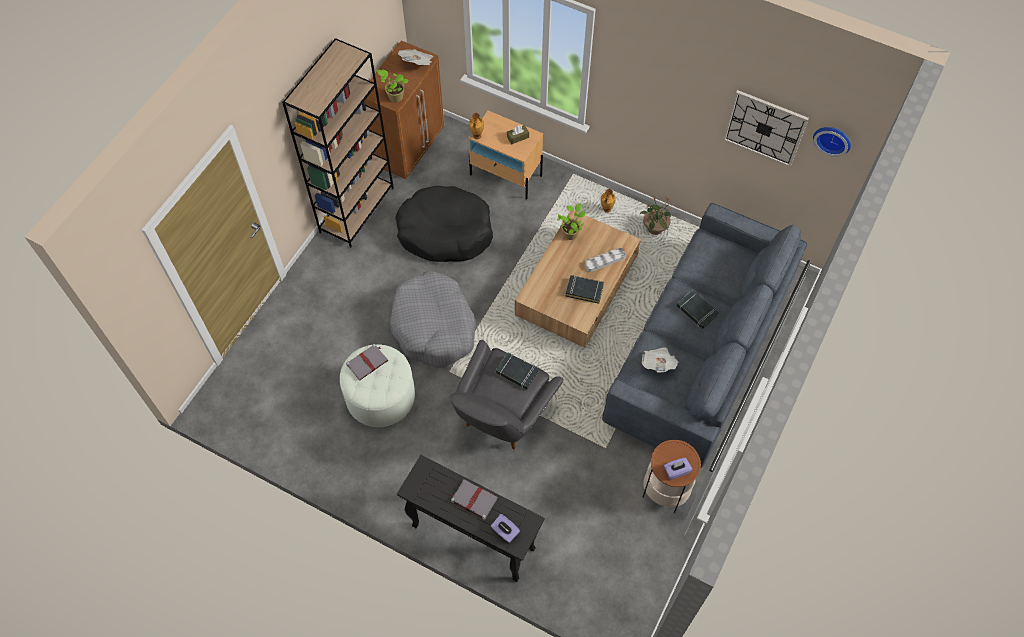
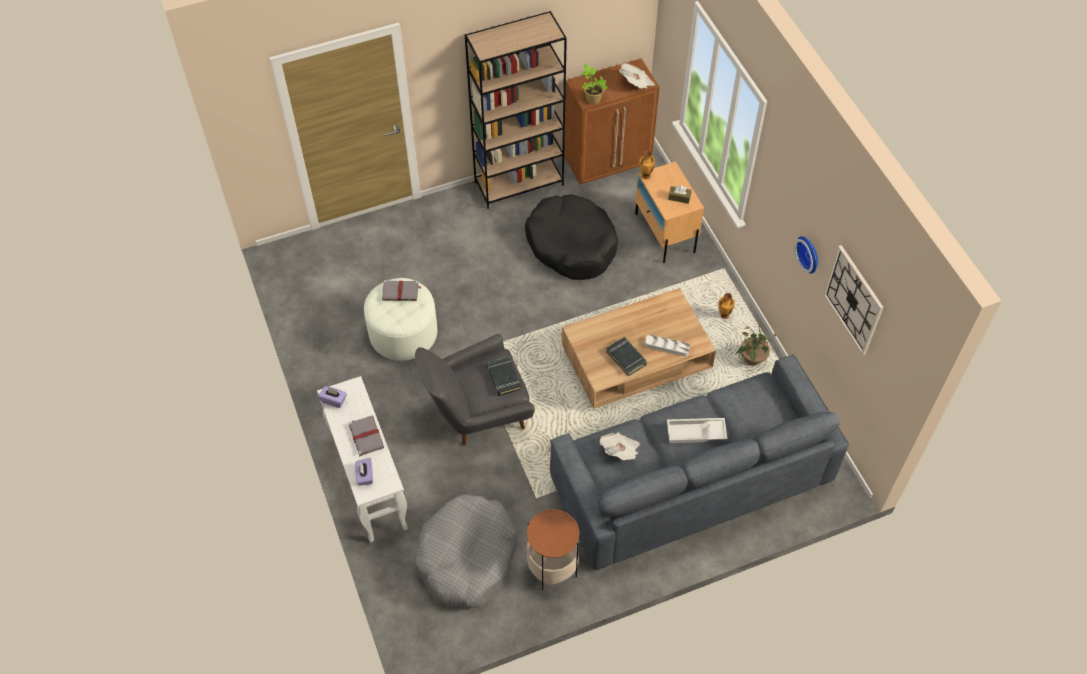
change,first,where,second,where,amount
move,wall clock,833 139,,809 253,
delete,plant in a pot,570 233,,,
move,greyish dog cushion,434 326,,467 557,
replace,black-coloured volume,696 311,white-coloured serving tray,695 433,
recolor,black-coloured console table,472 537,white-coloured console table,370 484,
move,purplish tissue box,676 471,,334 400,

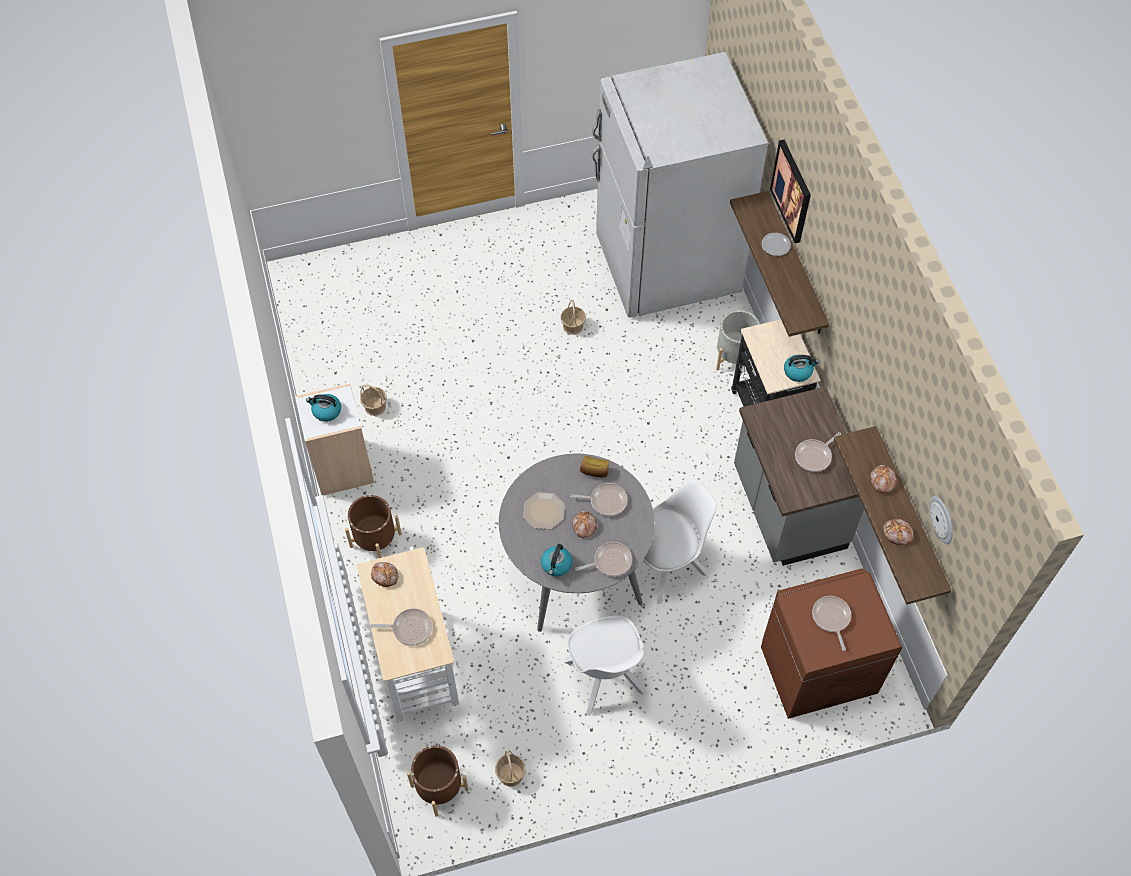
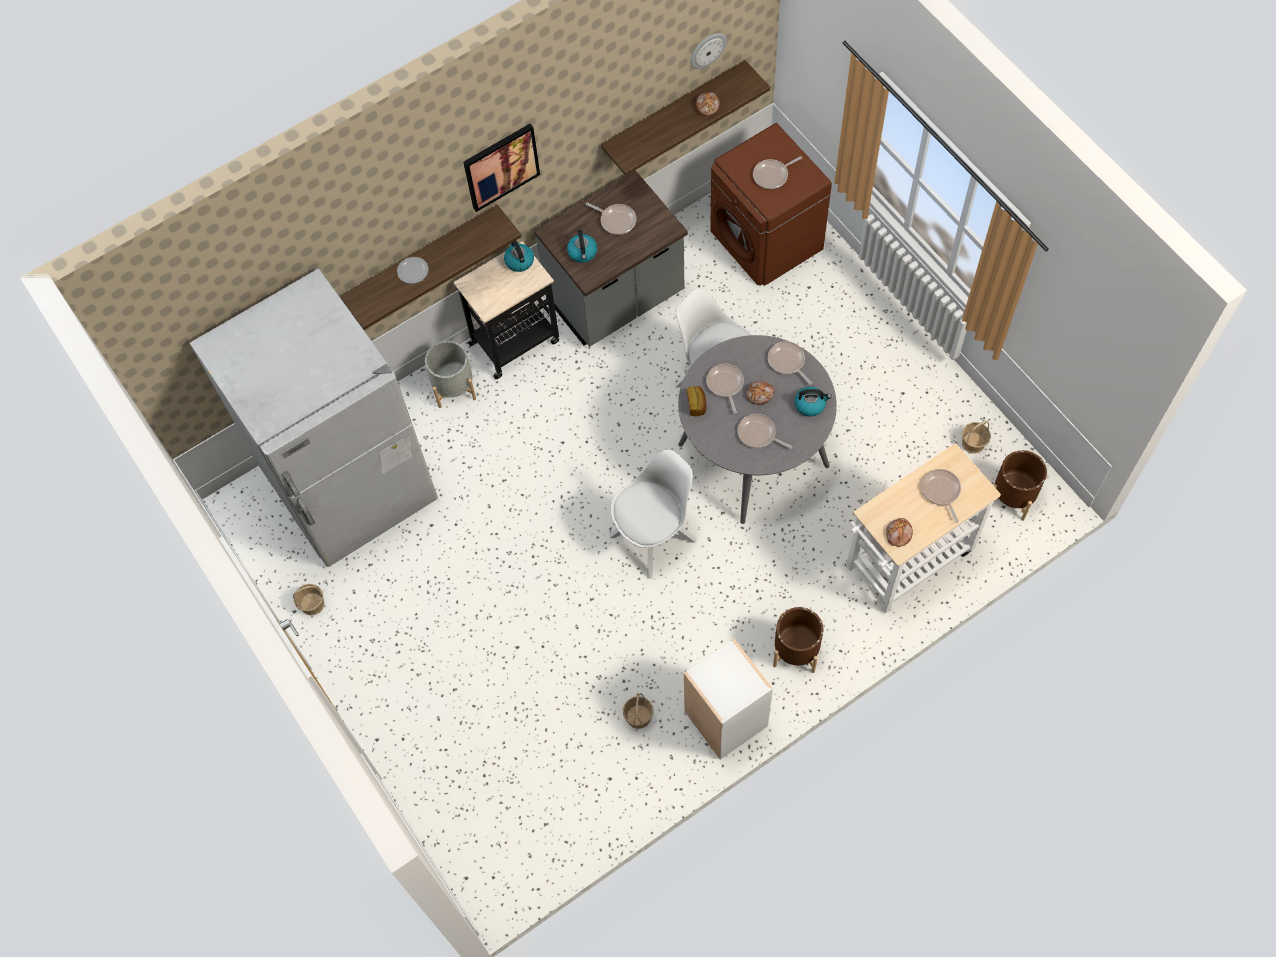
change,first,where,second,where,amount
move,wall picture,792 191,,501 166,
move,storage basket,573 326,,312 604,
move,tea kettle,326 411,,583 252,
delete,bread,881 481,,,
replace,plate,543 511,frying pan,758 434,
move,white-coloured chair,605 678,,654 537,

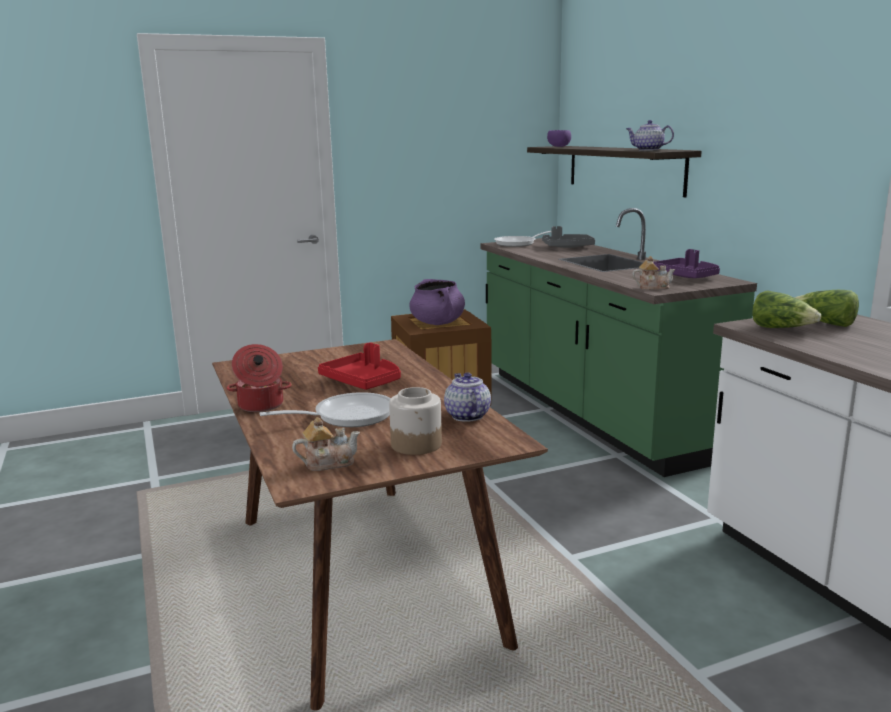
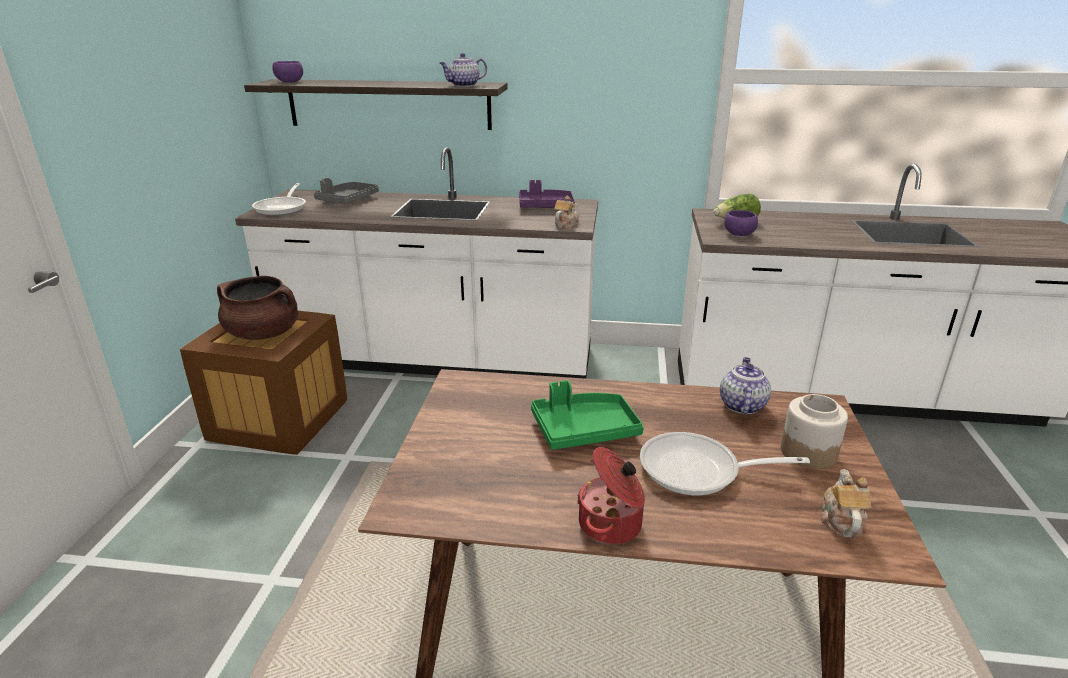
change,first,where,second,where,amount
recolor,green counter,590 412,white-coloured counter,436 360,
recolor,purplish cooking pot,437 323,brownish cooking pot,263 334,
replace,head of lettuce,781 328,purplish bowl,738 234,
recolor,reddish serving tray,363 381,green serving tray,584 430,
rotate,pot for tea,466 415,,741 405,90 degrees clockwise
rotate,frying pan,347 416,,698 471,90 degrees counterclockwise

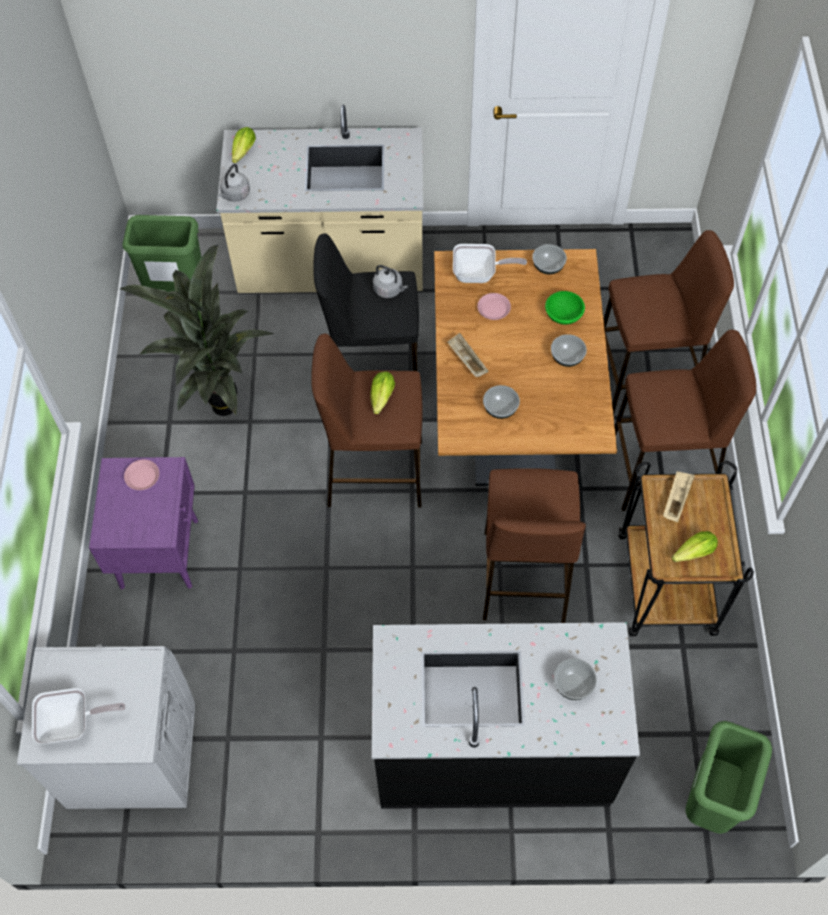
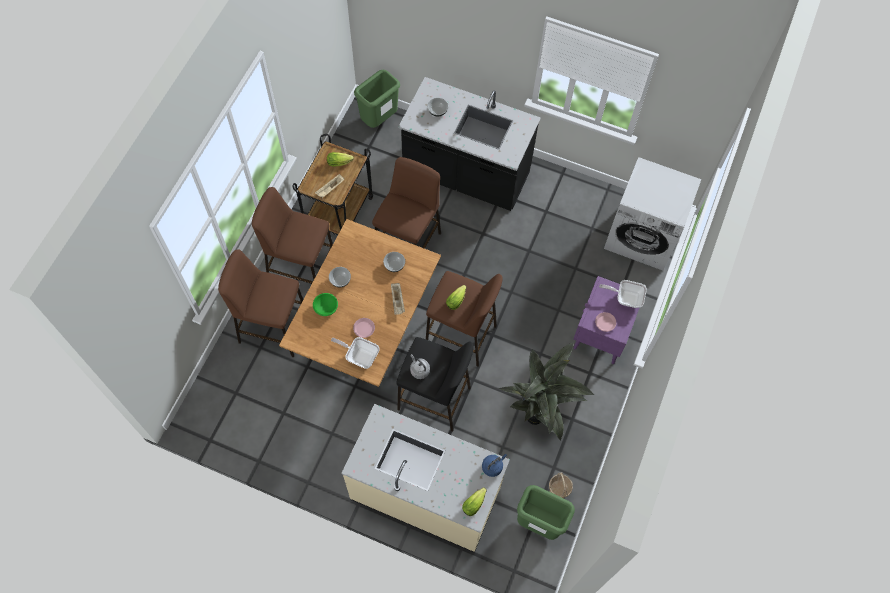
change,first,where,second,where,amount
recolor,greyish tea kettle,235 195,blue tea kettle,493 466,
delete,bowl,547 266,,,
move,frying pan,73 723,,625 298,
insert,,,storage basket,559 489,

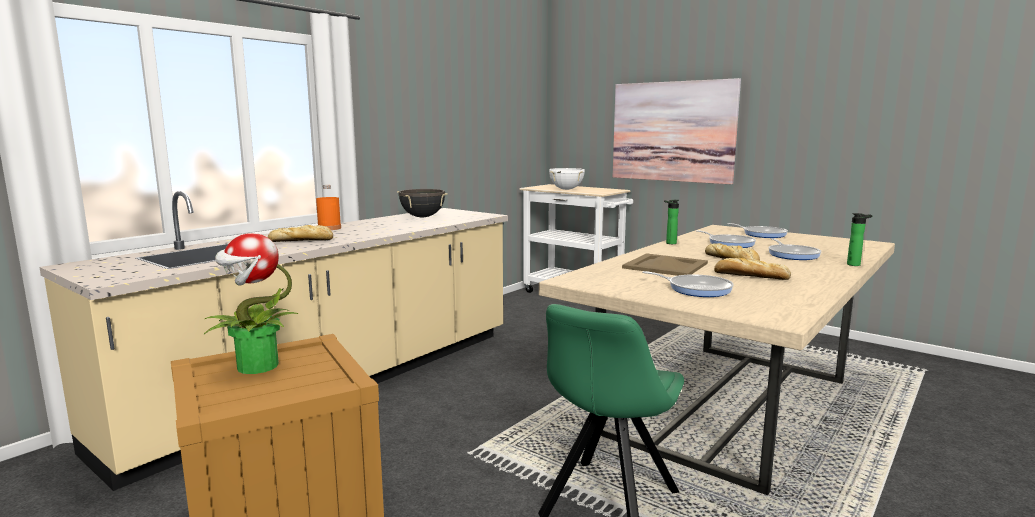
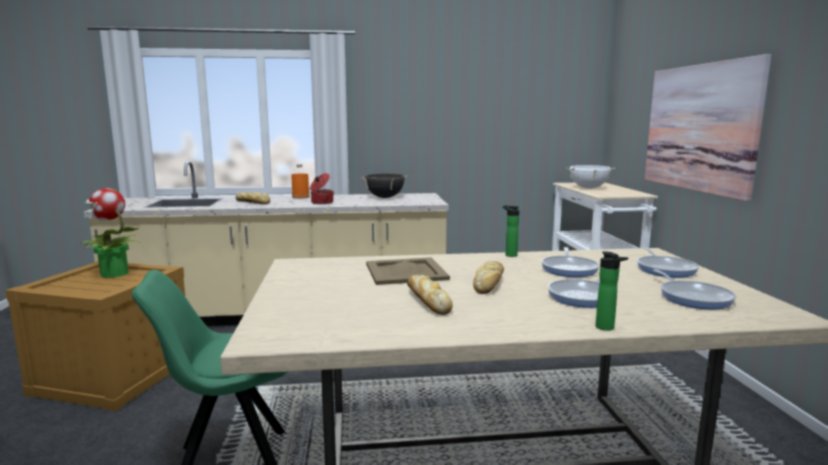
change,first,where,second,where,amount
move,frying pan,696 289,,693 297,
insert,,,cooking pot,321 202,

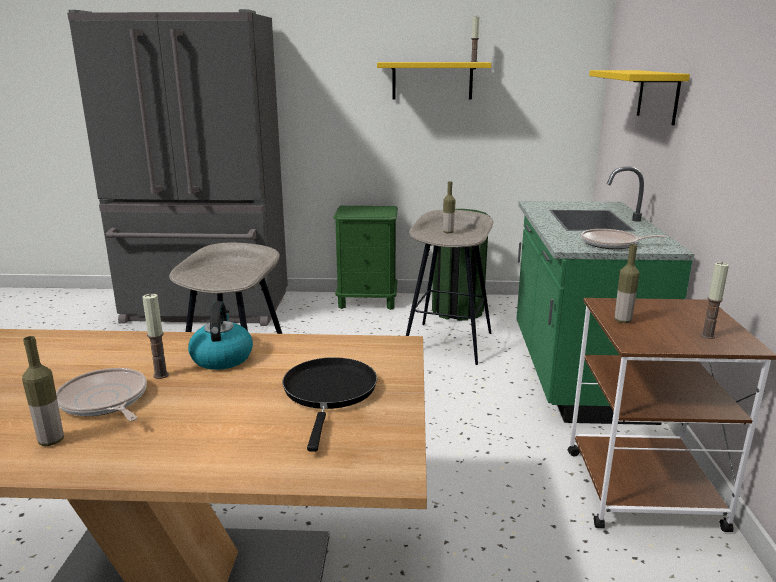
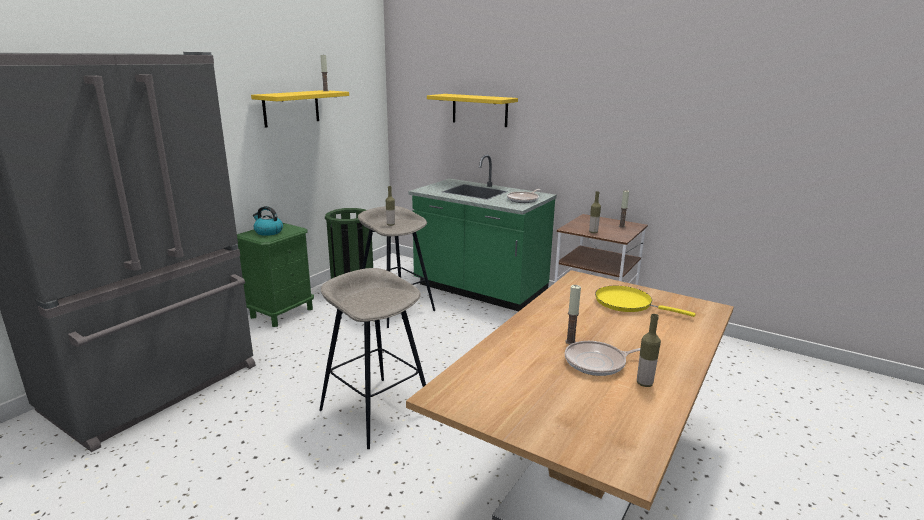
change,first,where,second,where,amount
move,tea kettle,222 358,,268 232,
recolor,black-coloured frying pan,329 393,yellow-coloured frying pan,627 303,

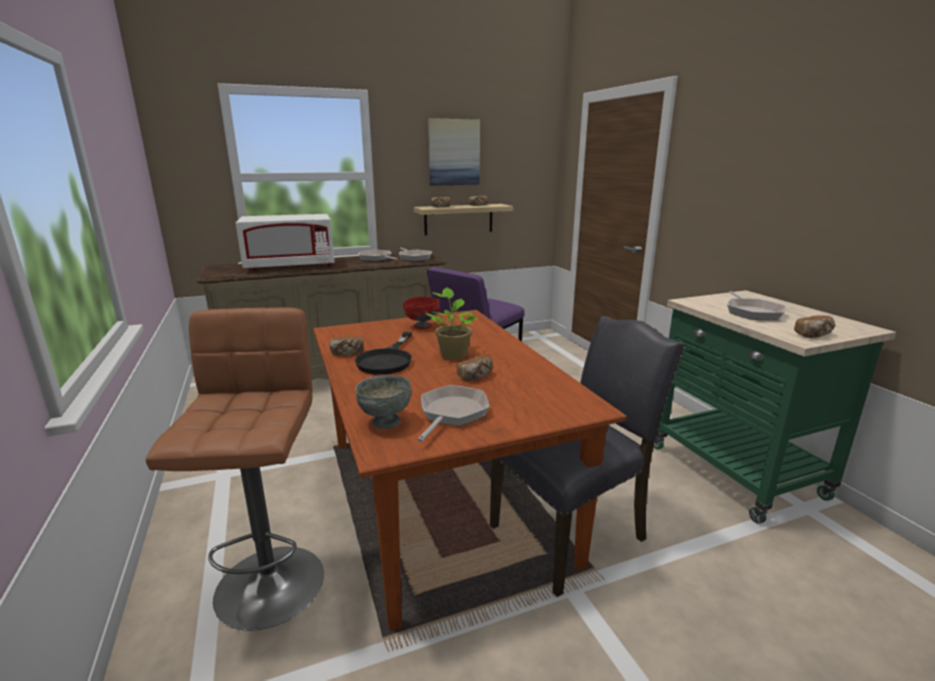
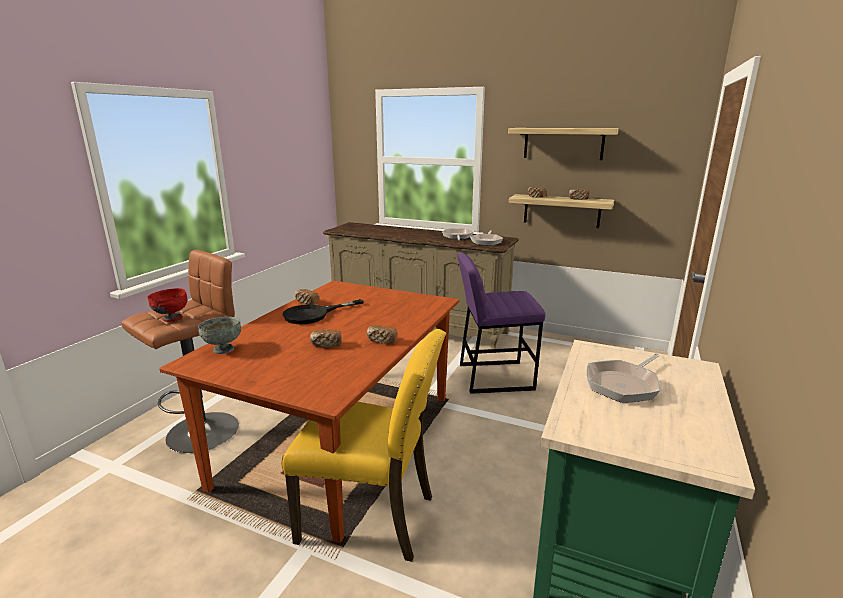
change,first,where,second,where,amount
replace,wall picture,454 152,bracket shelf,563 143,
delete,white-coloured kitchen microwave,291 266,,,
delete,plant in a pot,453 354,,,
move,reddish bowl,422 326,,171 318,
move,bread,813 335,,382 341,
recolor,greyish chair,572 533,yellow-coloured chair,371 517,
delete,frying pan,451 413,,,

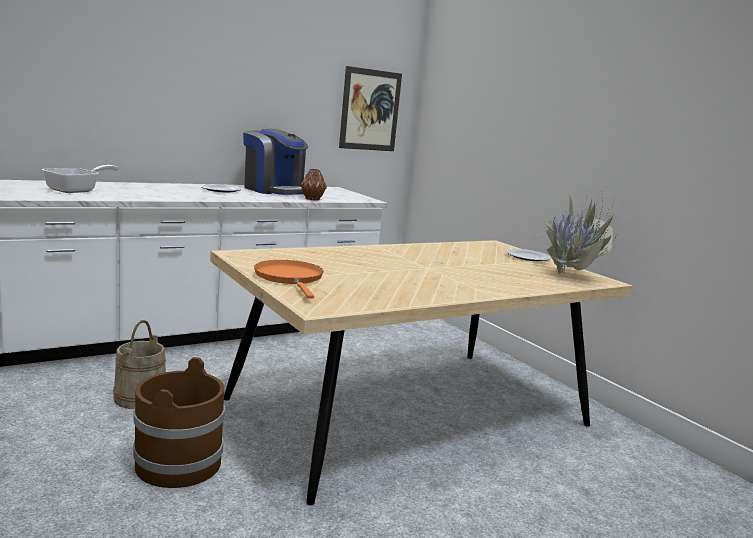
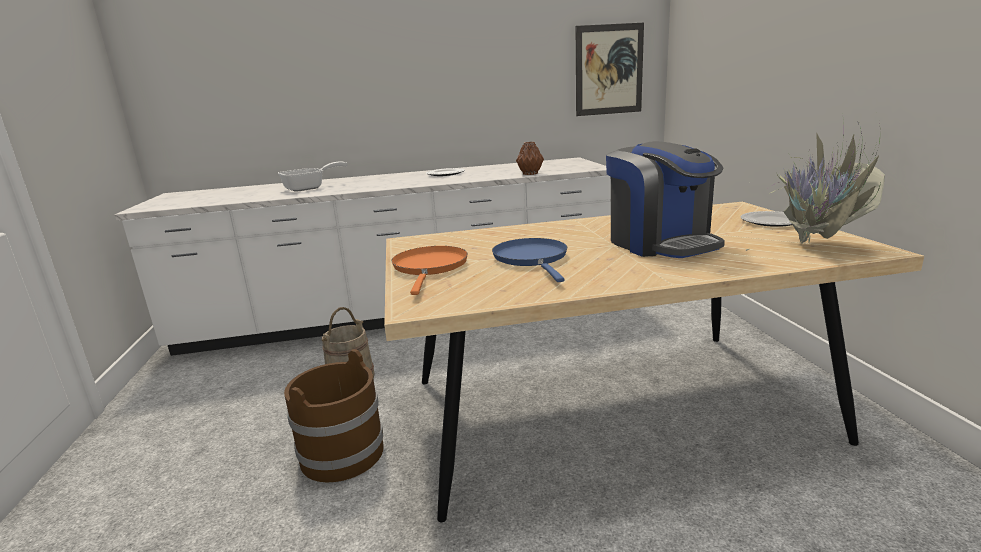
change,first,where,second,where,amount
move,coffee machine,274 190,,660 243,
insert,,,blue frying pan,532 258,

